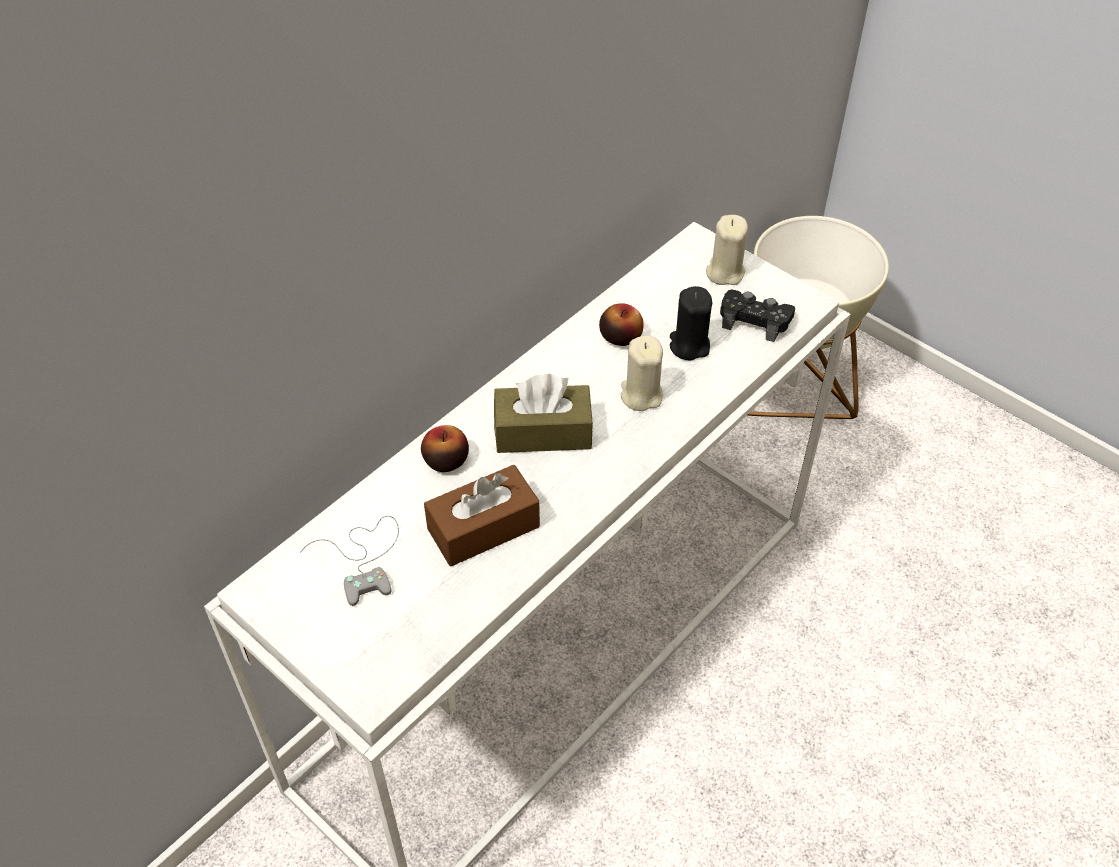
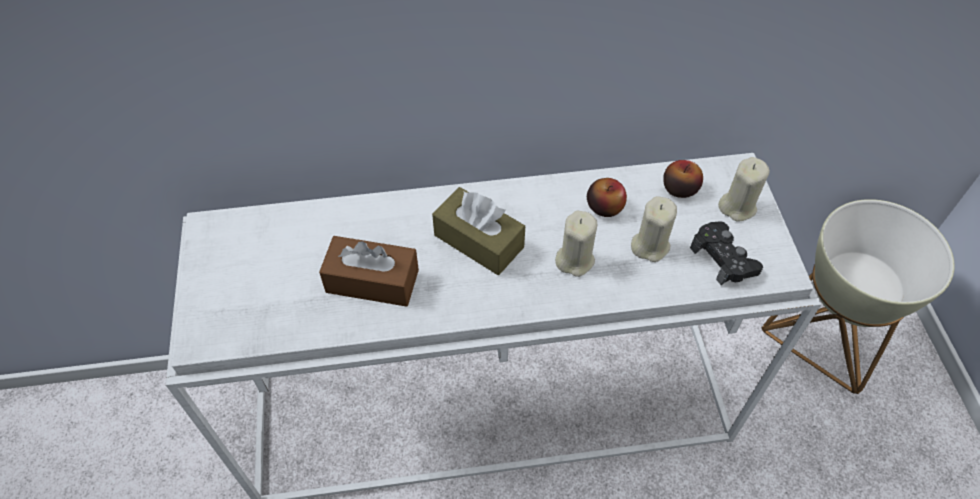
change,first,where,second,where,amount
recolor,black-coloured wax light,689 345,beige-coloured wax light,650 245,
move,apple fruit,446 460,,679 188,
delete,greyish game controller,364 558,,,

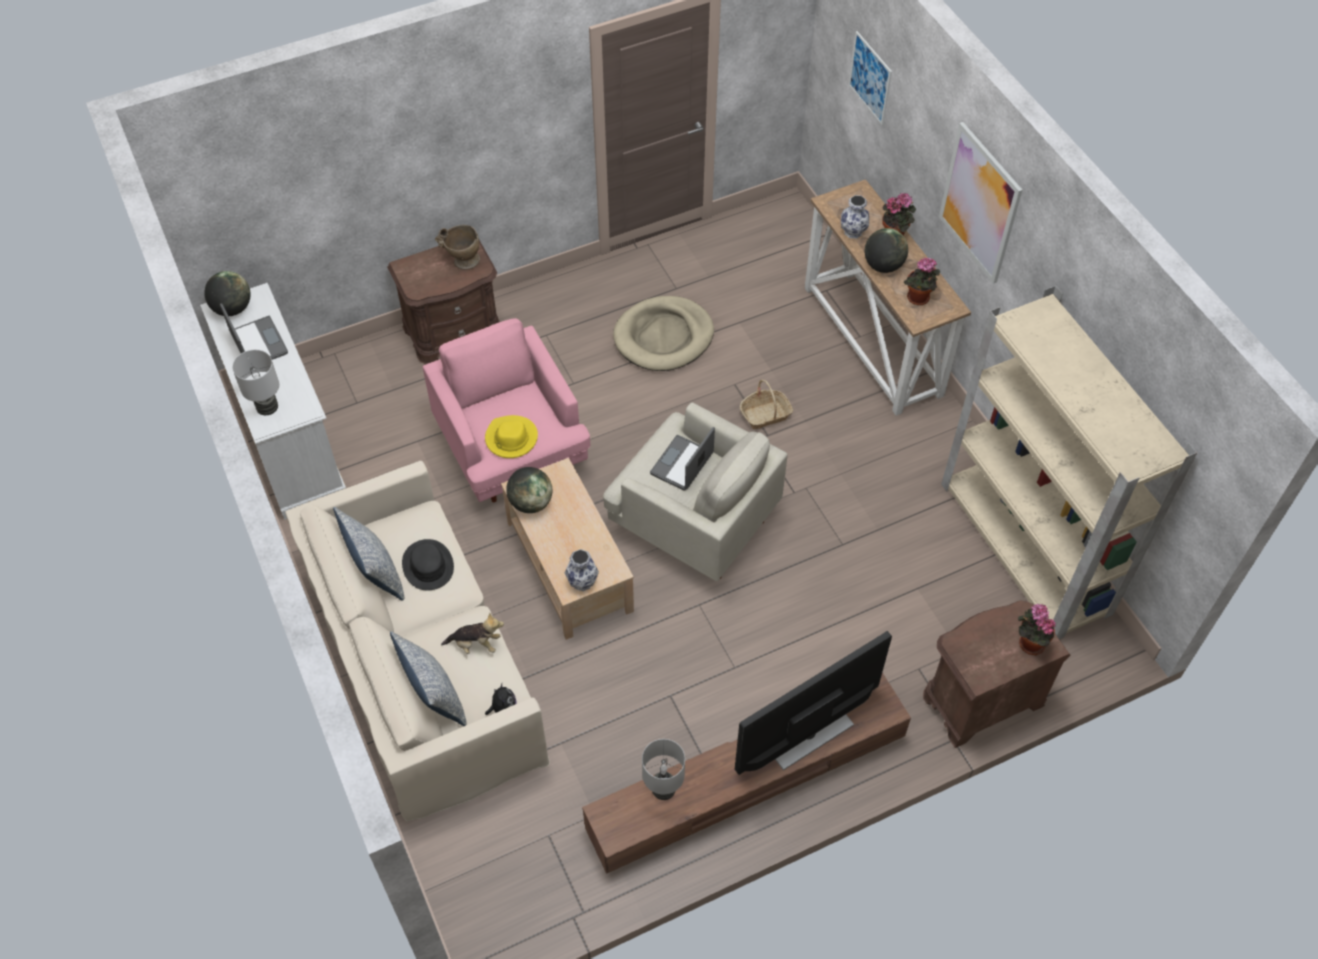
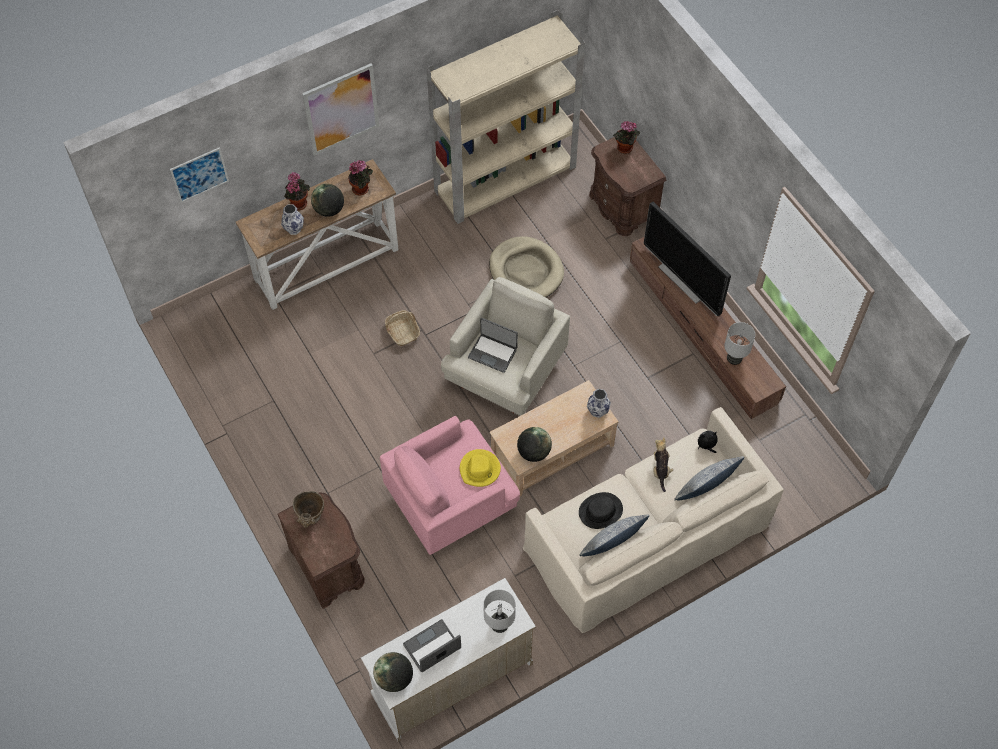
change,first,where,second,where,amount
move,beige-coloured dog cushion,664 337,,526 271,

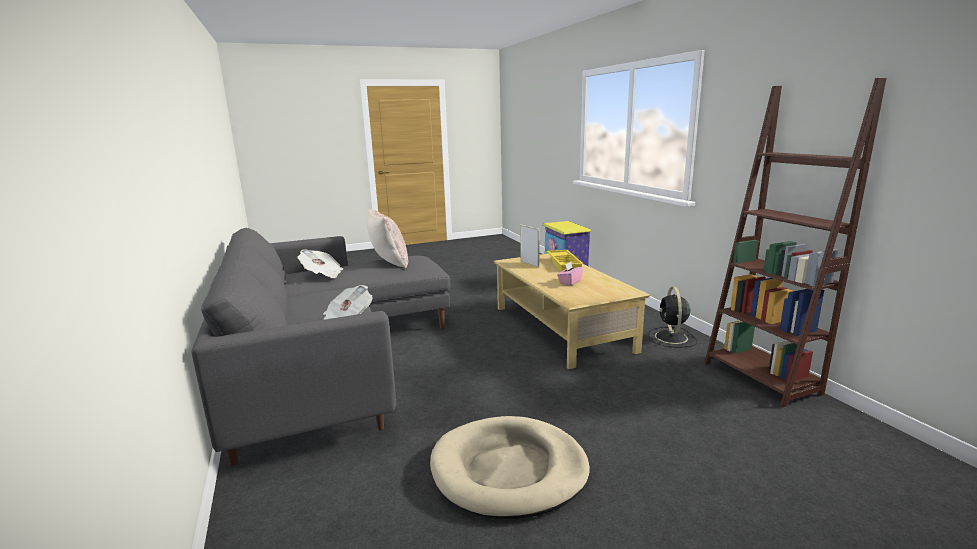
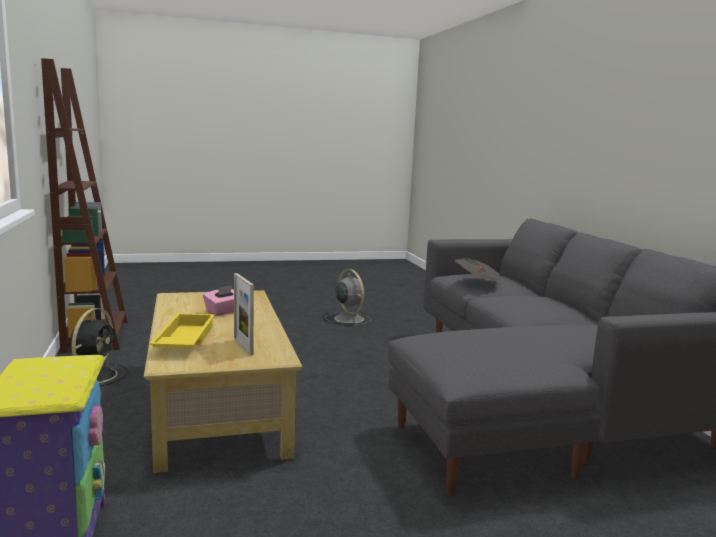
change,first,where,second,where,amount
delete,beige-coloured cushion,388 262,,,
delete,printed paper,322 274,,,
replace,beige-coloured dog cushion,509 470,greyish fan,348 318,

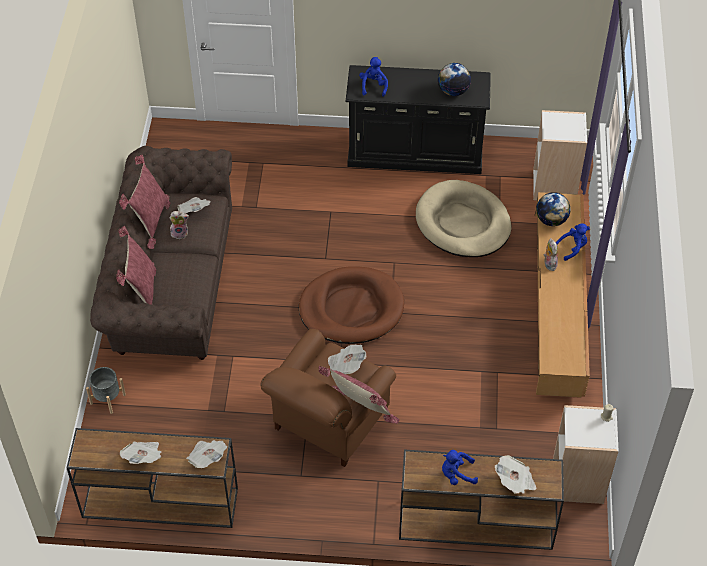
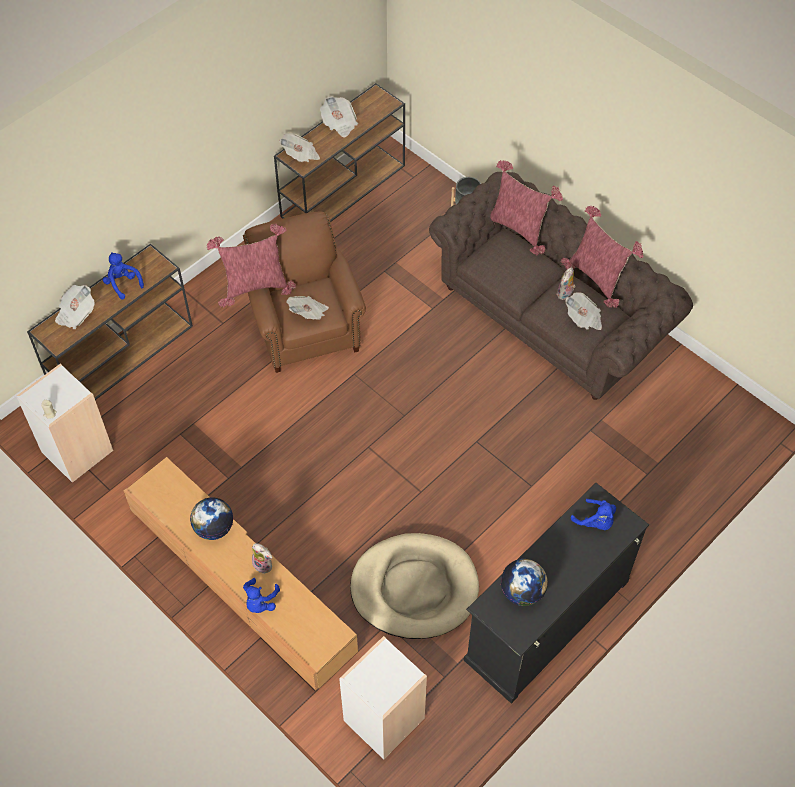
change,first,where,second,where,amount
move,globe,551 220,,214 528,
delete,brownish dog cushion,351 308,,,
rotate,blue cuddly toy,457 474,,123 283,75 degrees counterclockwise

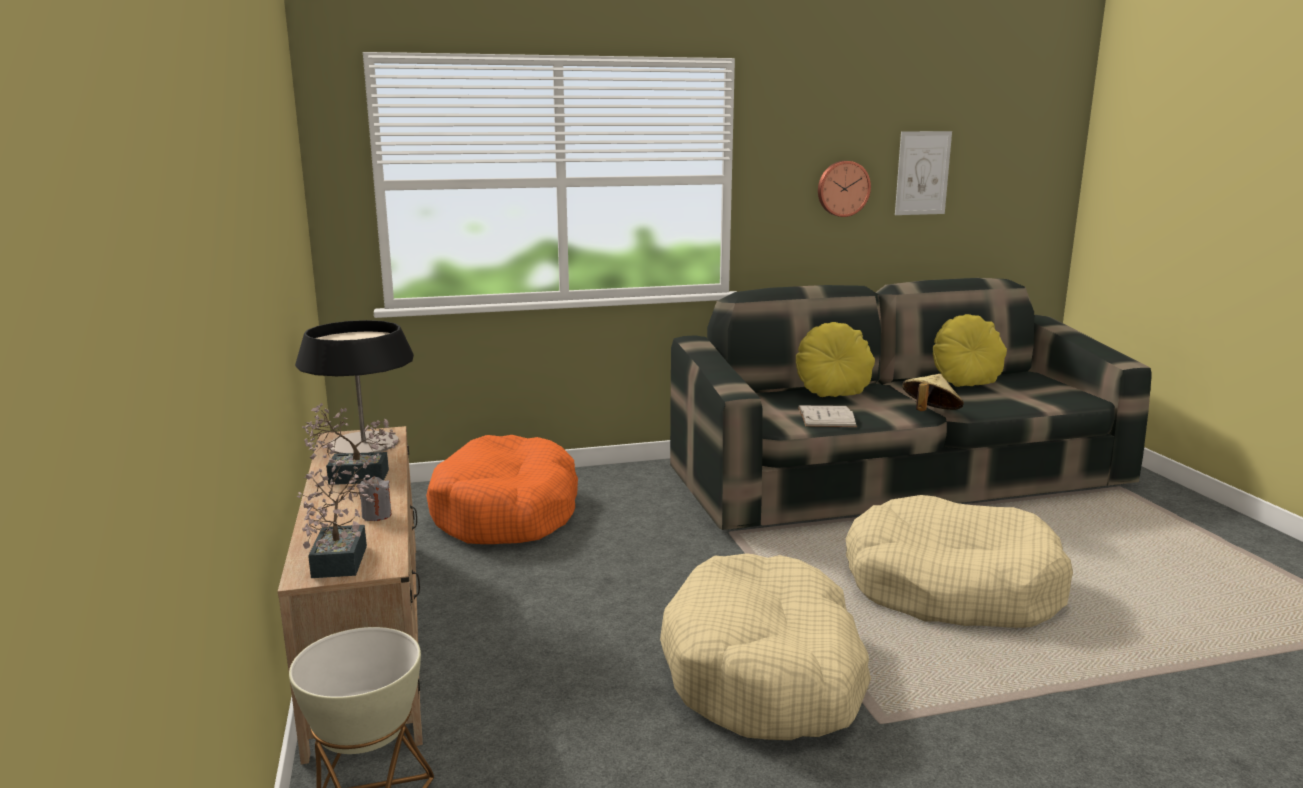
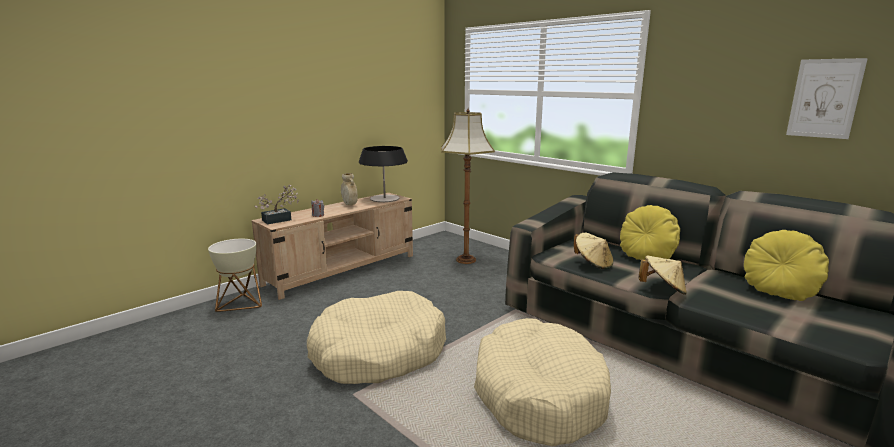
change,first,where,second,where,amount
delete,wall clock,842 188,,,
replace,plant in a pot,351 477,beige-coloured flower vase,350 205,
replace,white-coloured volume,826 417,beige-coloured clothing hat,593 263,
replace,orange dog cushion,506 512,standard lamp,465 260,

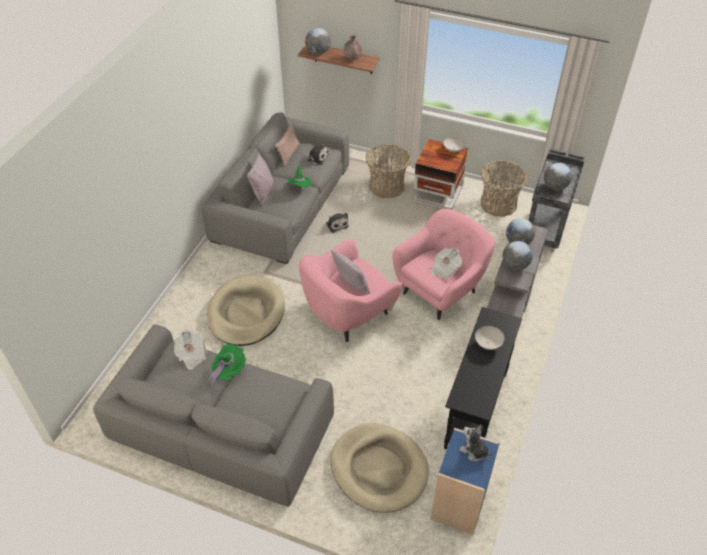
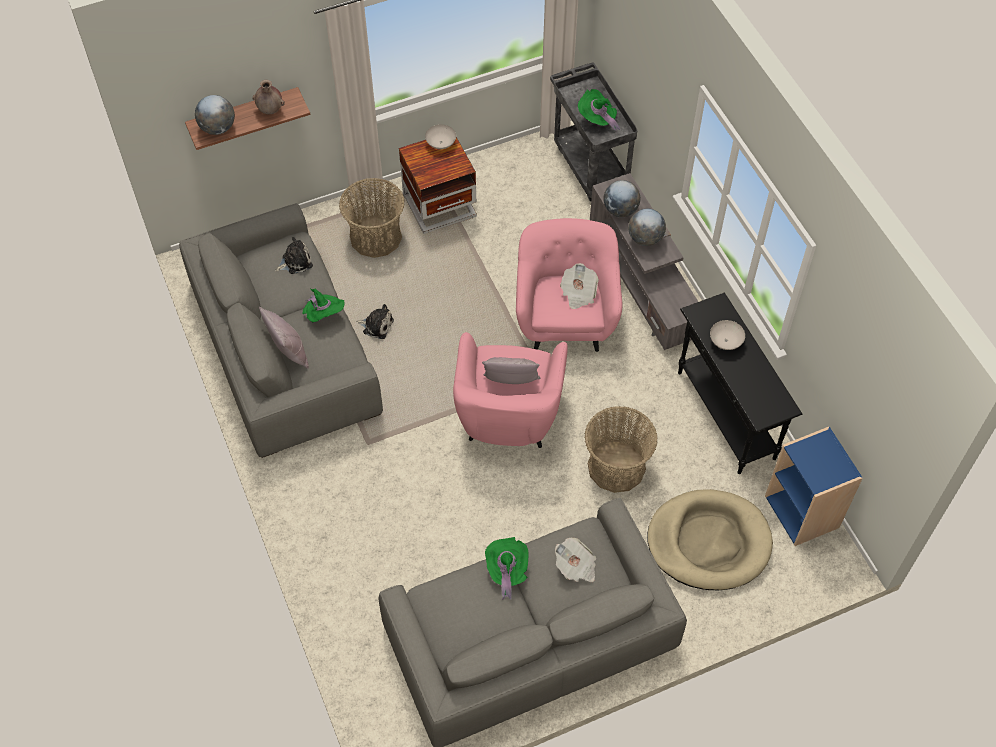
change,first,where,second,where,amount
delete,beige-coloured cushion,288 154,,,
move,storage basket,498 204,,616 467,
replace,globe,555 186,green clothing hat,597 119,
delete,beige-coloured dog cushion,246 313,,,
move,printed paper,191 355,,576 566,
delete,cuddly toy,474 451,,,

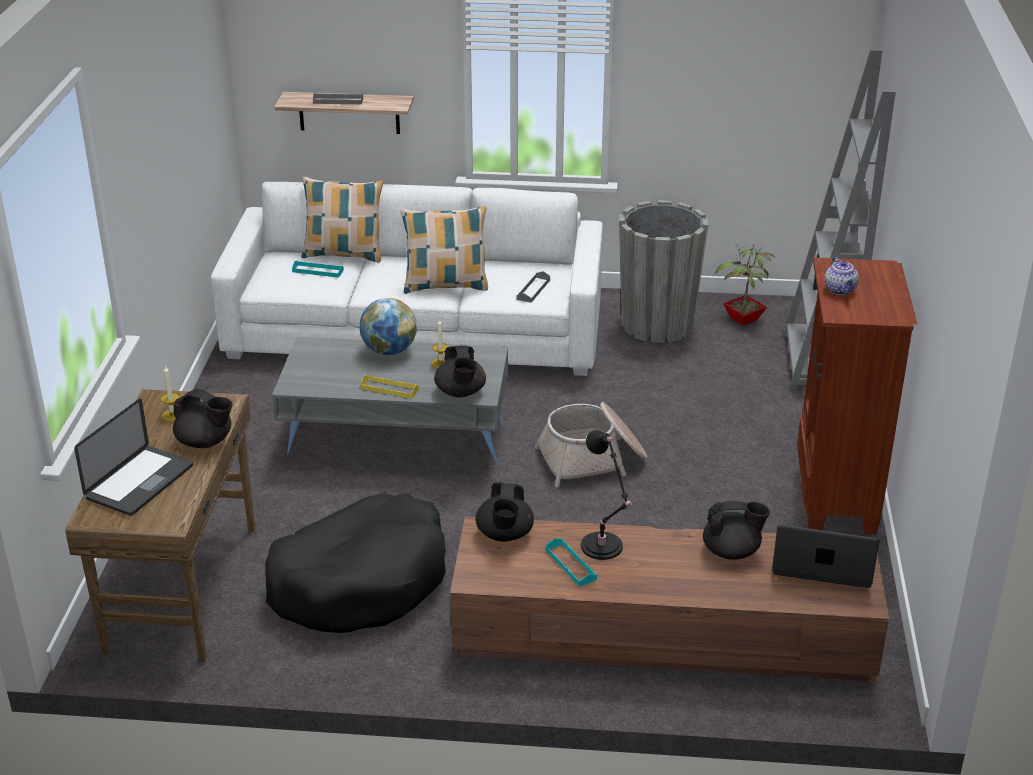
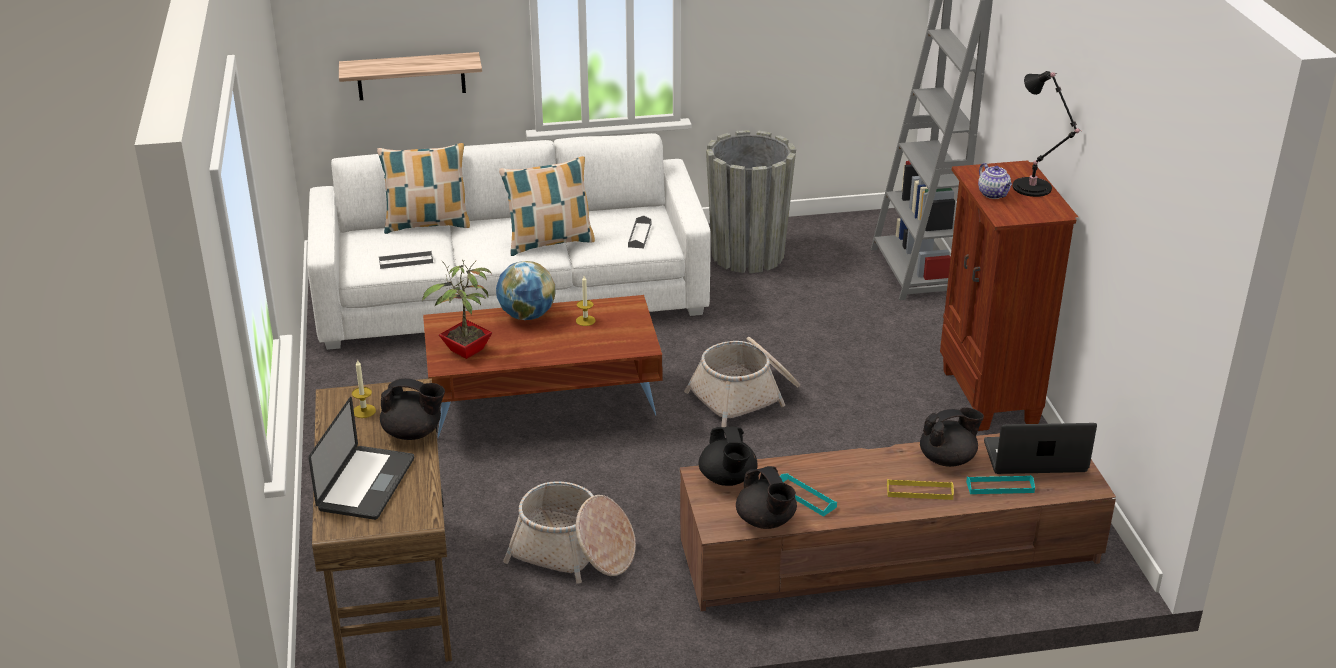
change,first,where,second,where,amount
move,greyish serving tray,338 101,,406 262,
move,plant in a pot,742 320,,465 351,
move,turquoise-coloured serving tray,318 271,,1000 487,
recolor,greyish lounge table,397 441,brownish lounge table,544 407,
move,black-coloured pot for tea,460 392,,766 521,
move,yellow-coloured serving tray,389 389,,919 492,
move,black-coloured table lamp,603 548,,1034 189,
replace,black-coloured dog cushion,360 581,storage basket,573 552,

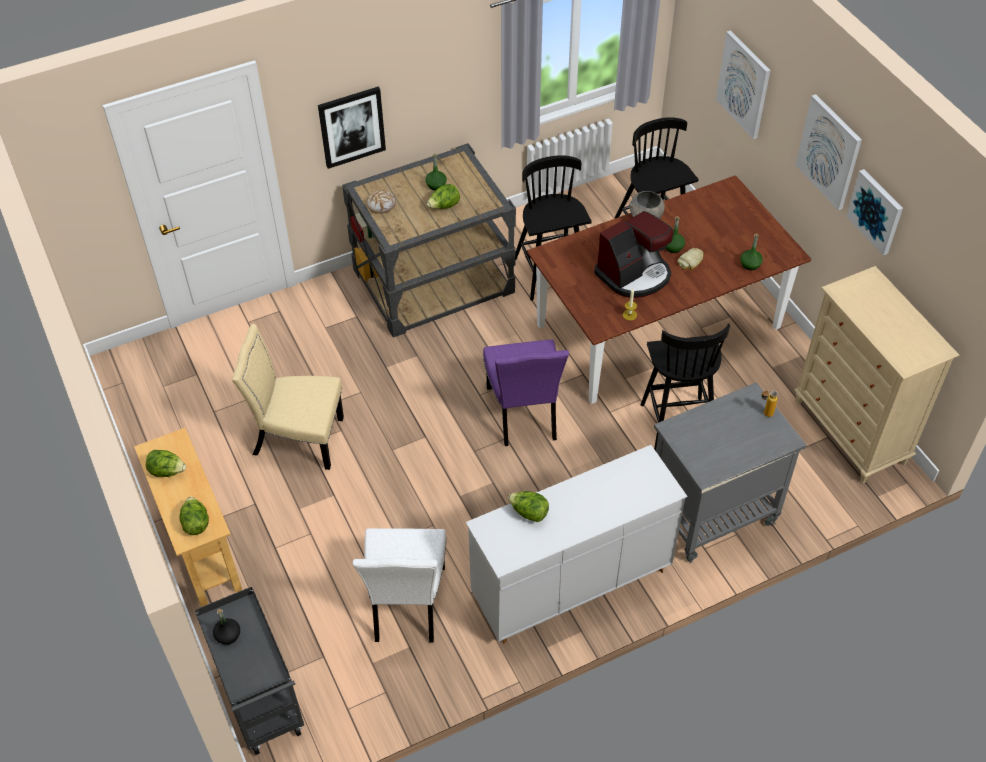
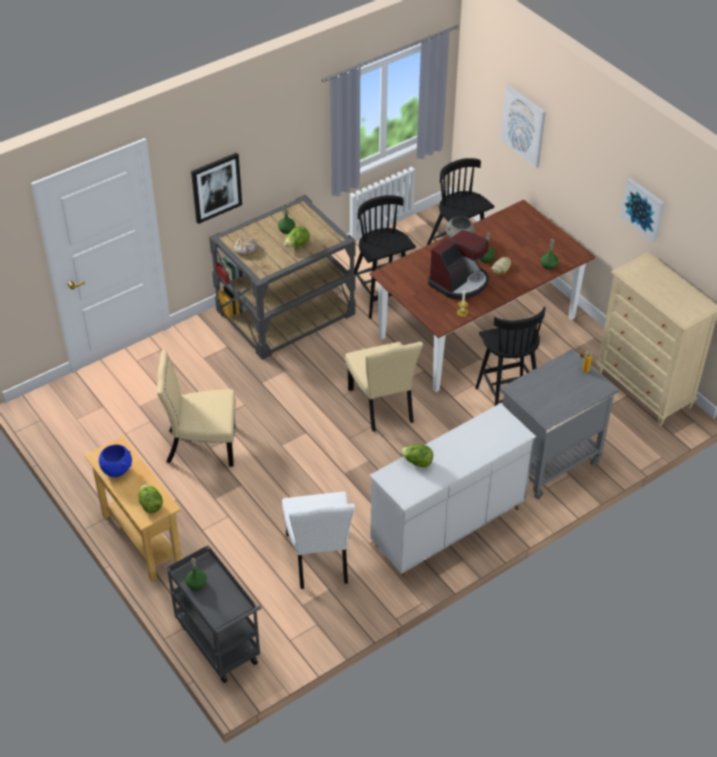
change,first,where,second,where,amount
delete,wall picture,829 152,,,
recolor,purplish chair,524 410,beige-coloured chair,382 403,
replace,head of lettuce,167 471,blue bowl,117 470,
recolor,black-coloured beverage bottle,228 635,green beverage bottle,196 584,

